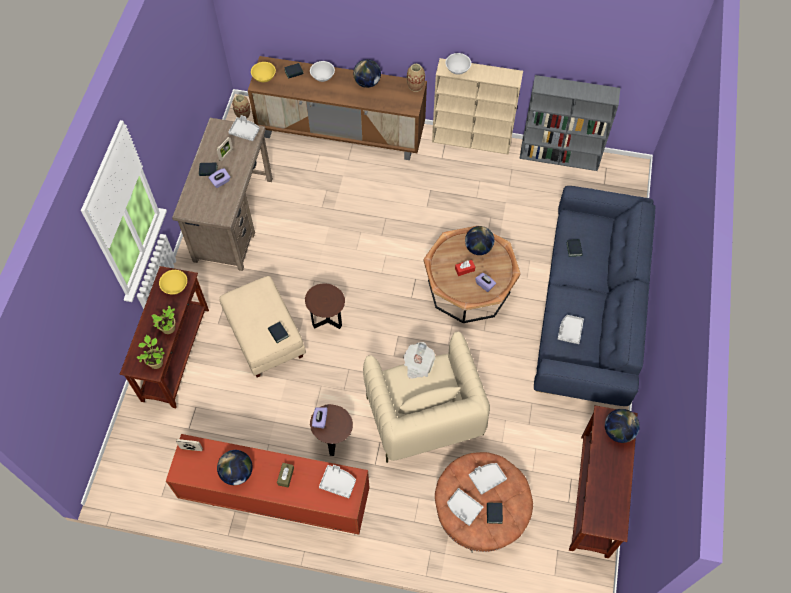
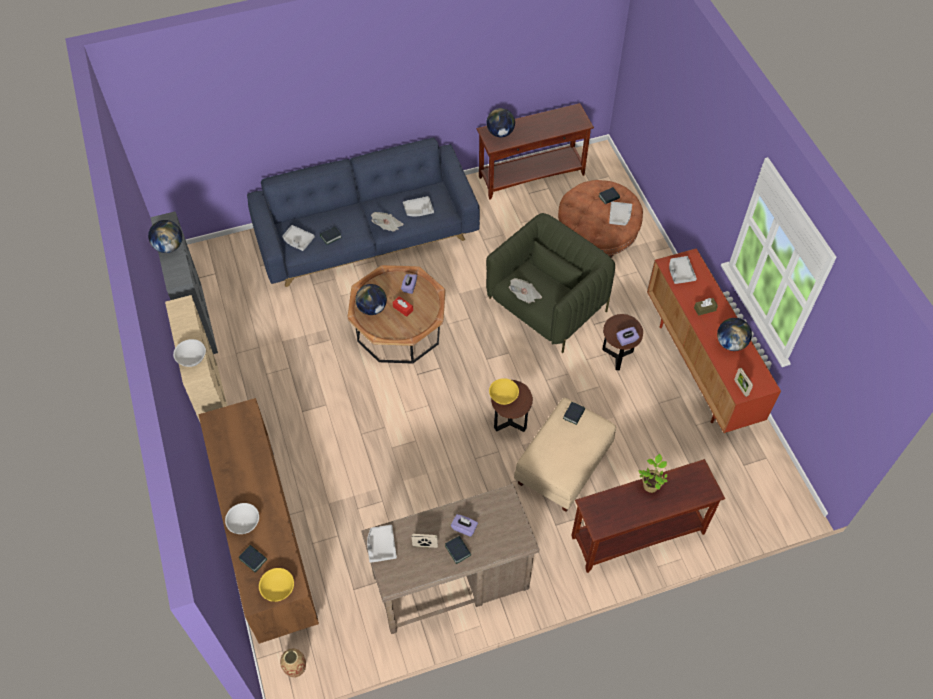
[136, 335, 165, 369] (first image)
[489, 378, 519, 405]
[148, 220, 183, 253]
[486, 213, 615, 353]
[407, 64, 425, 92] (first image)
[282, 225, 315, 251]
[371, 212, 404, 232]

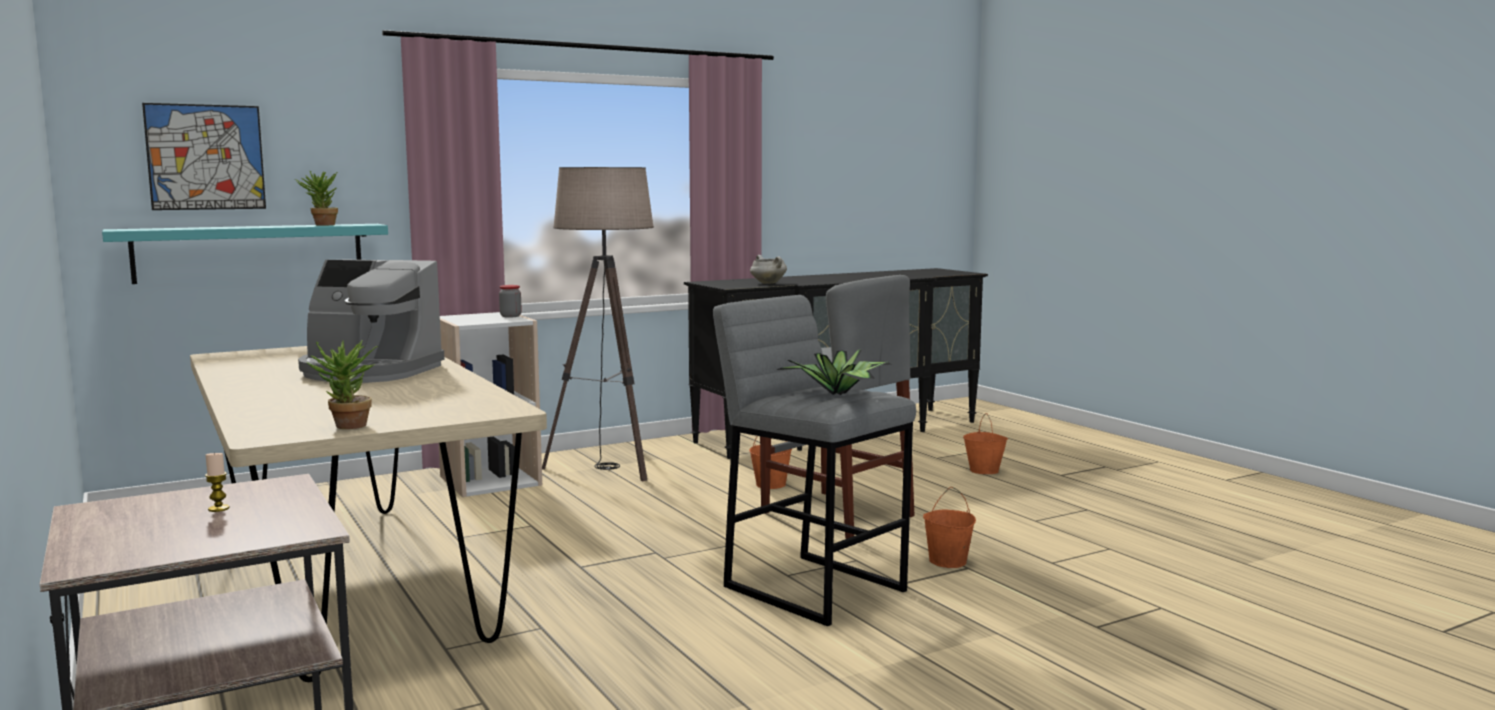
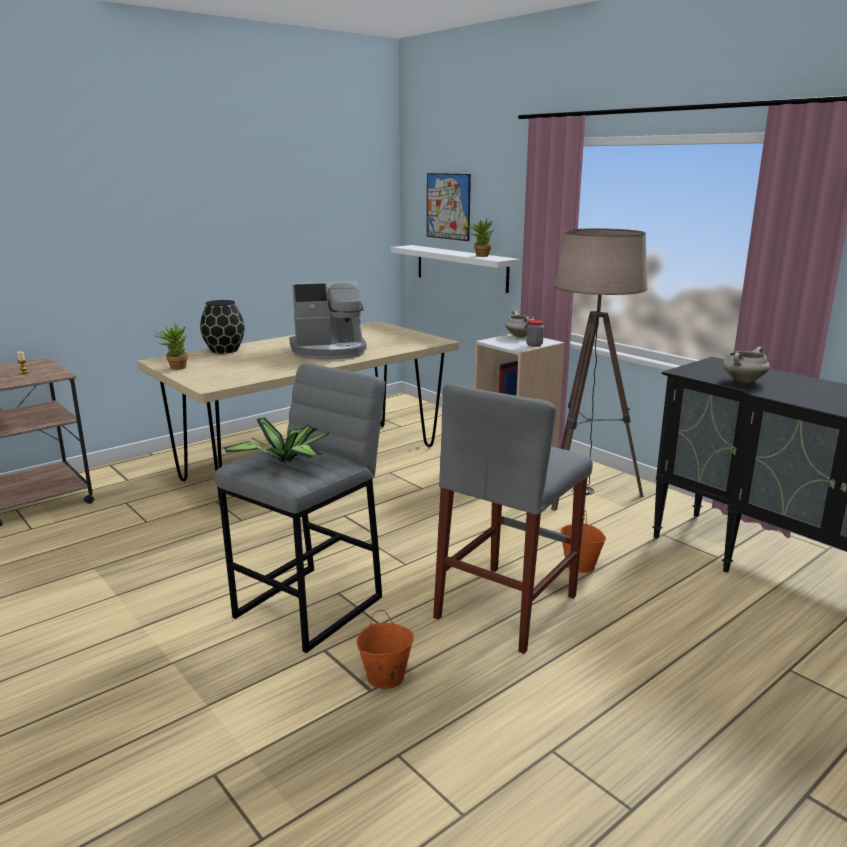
[391, 245, 519, 293]
[289, 281, 367, 359]
[963, 413, 1008, 474] (first image)
[200, 300, 245, 354]
[505, 311, 534, 338]

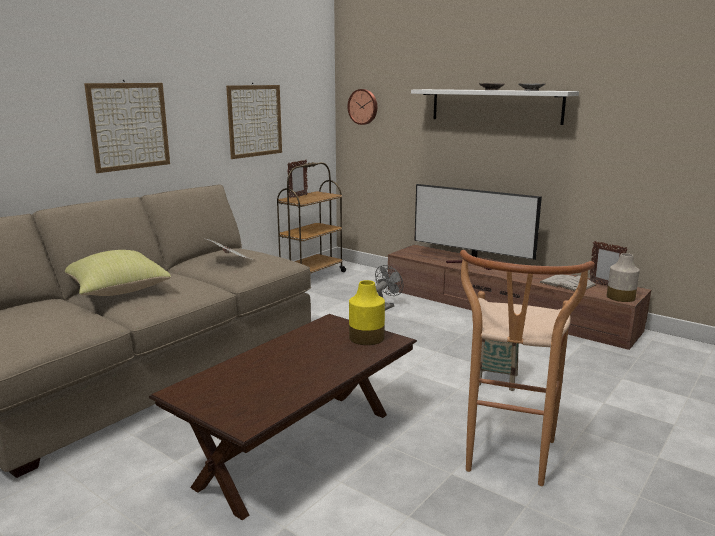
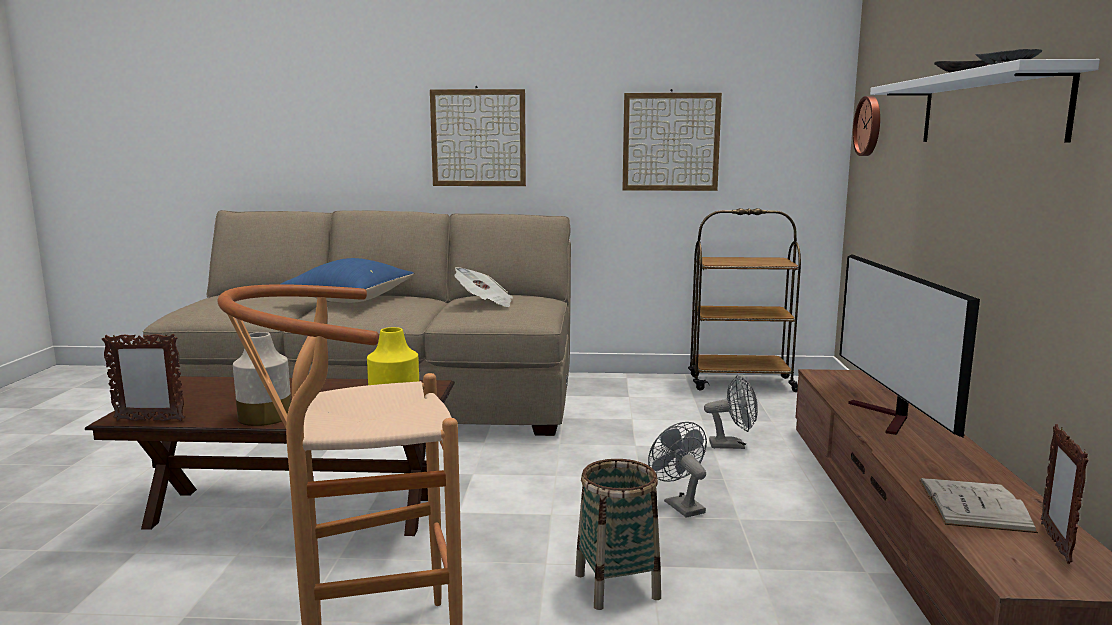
[281, 258, 414, 303]
[102, 333, 186, 421]
[233, 332, 291, 426]
[648, 422, 707, 518]

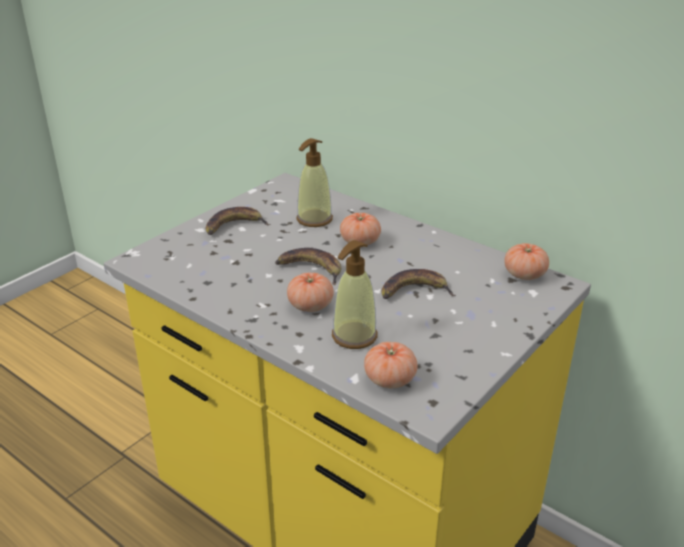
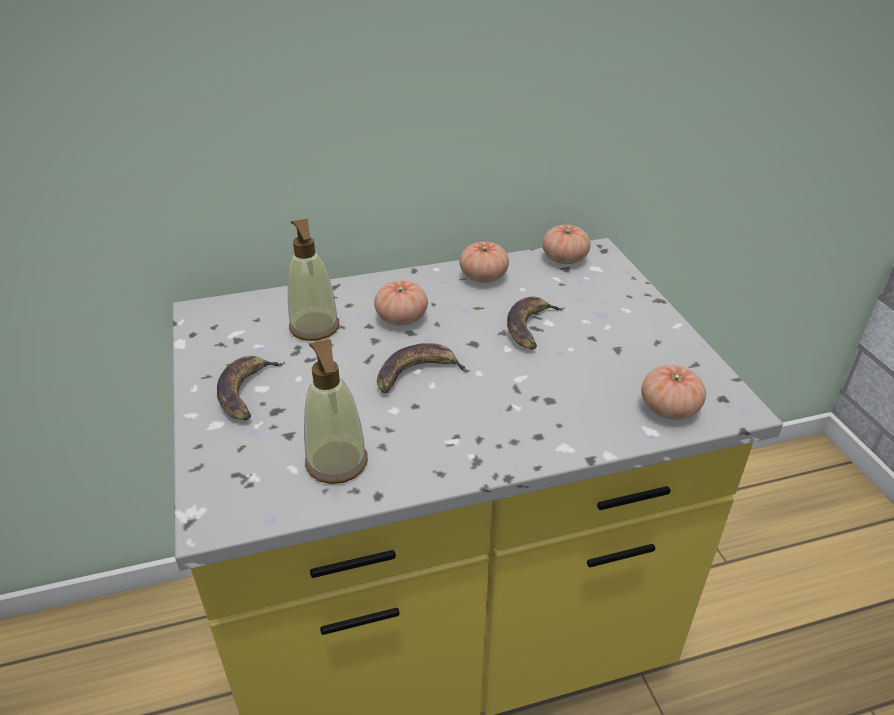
[459, 242, 509, 283]
[304, 339, 368, 484]

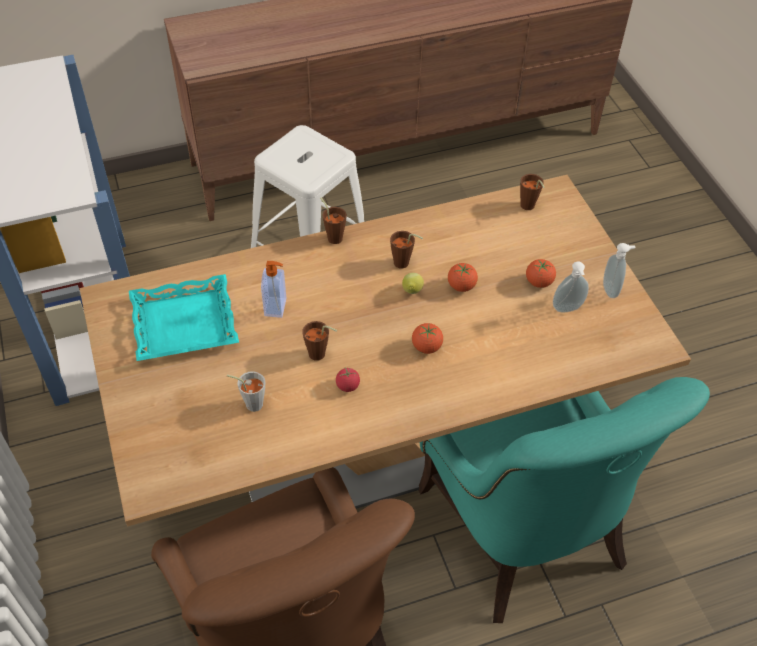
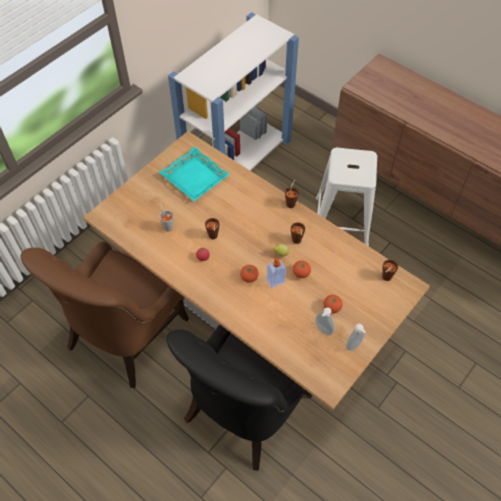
[266, 257, 286, 288]
[166, 324, 313, 471]

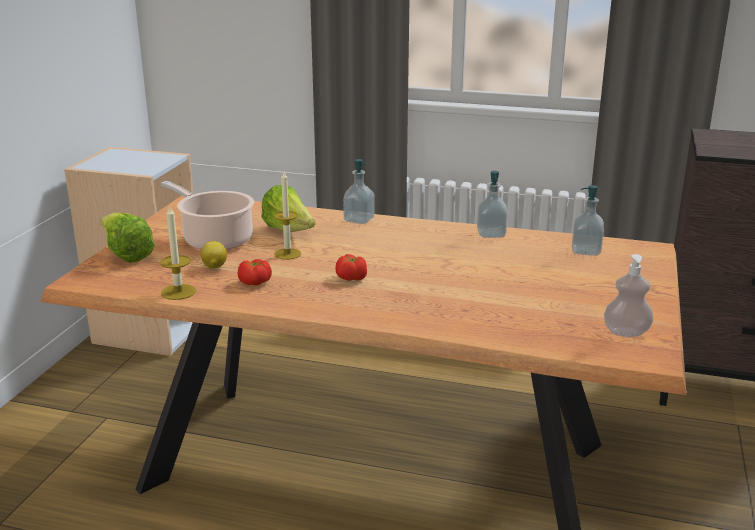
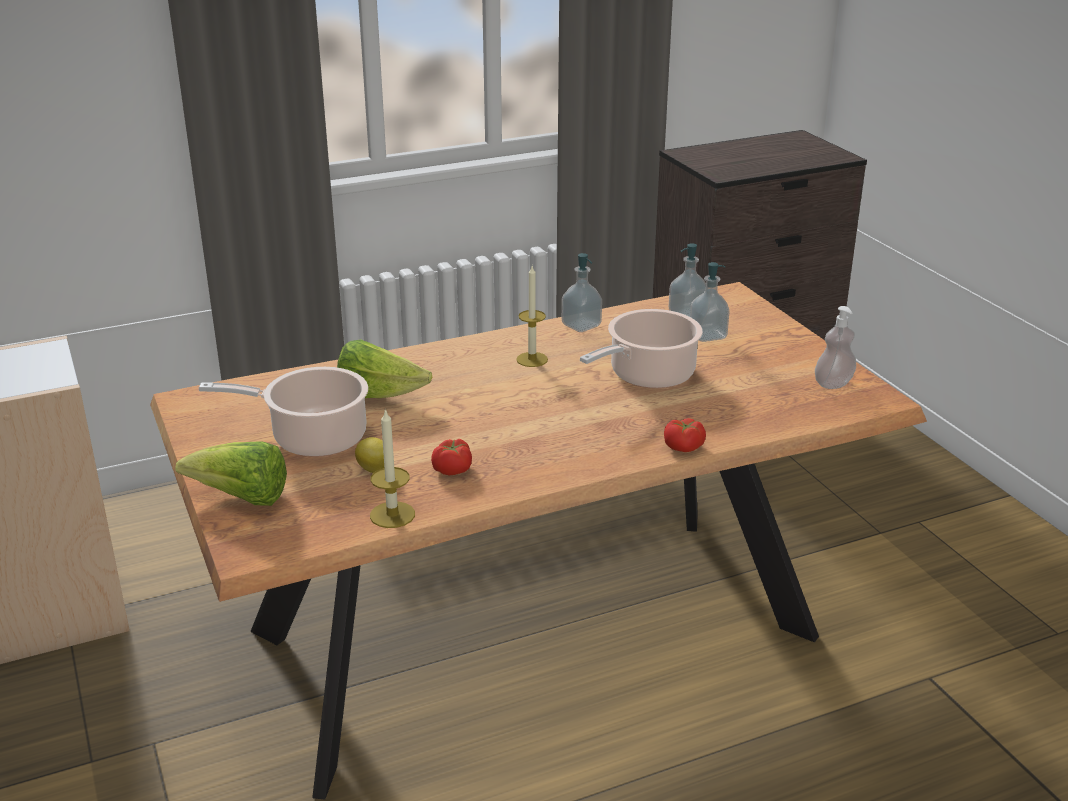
[516, 266, 548, 367]
[664, 418, 706, 452]
[690, 262, 729, 342]
[580, 309, 703, 389]

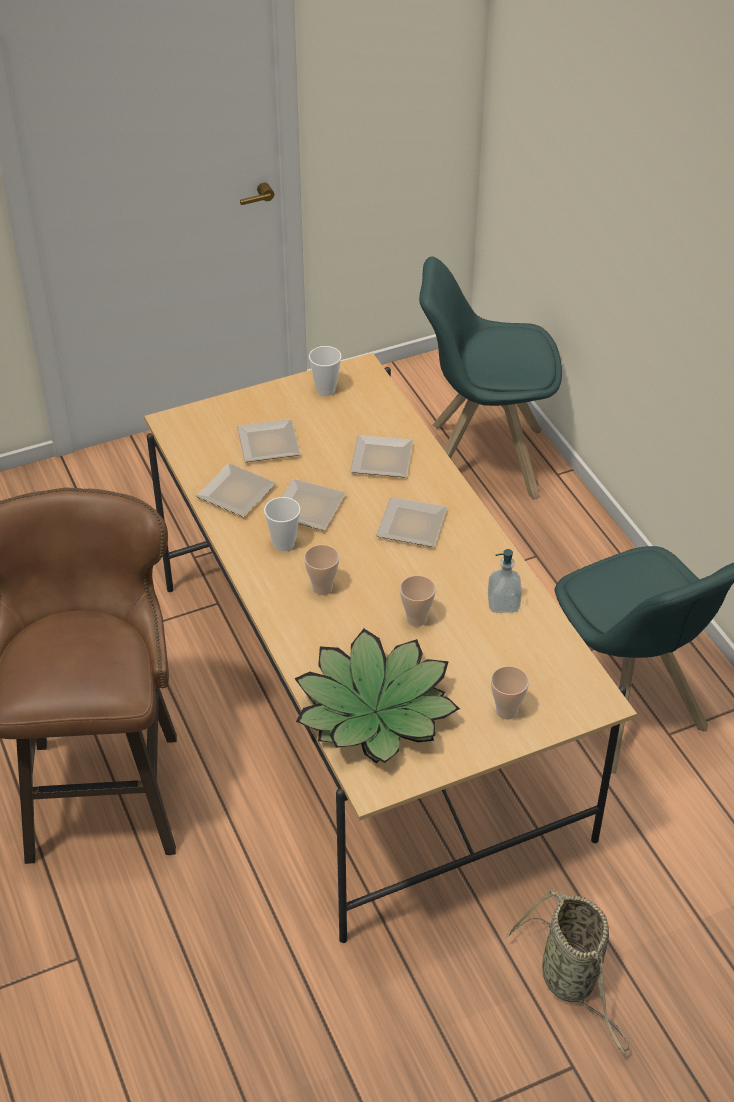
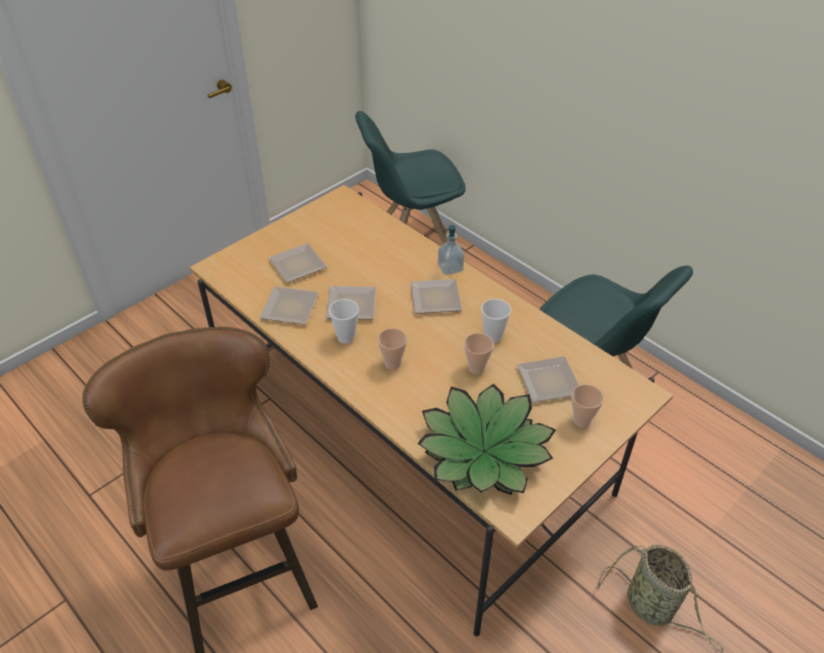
[481, 299, 511, 343]
[517, 356, 579, 402]
[438, 225, 464, 275]

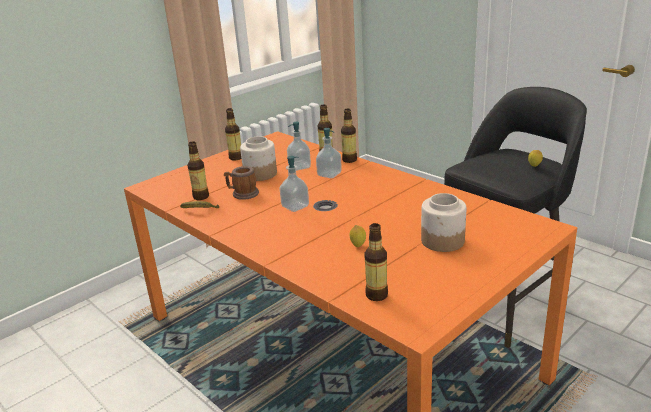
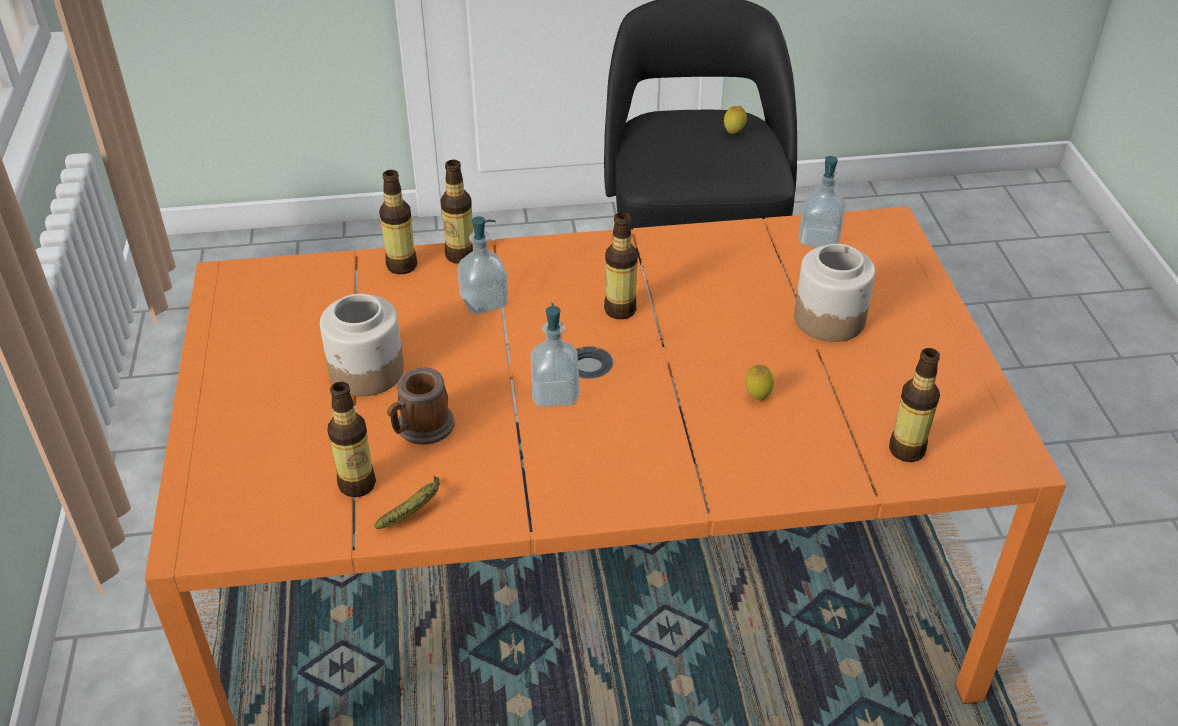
[604, 212, 638, 319]
[798, 156, 846, 248]

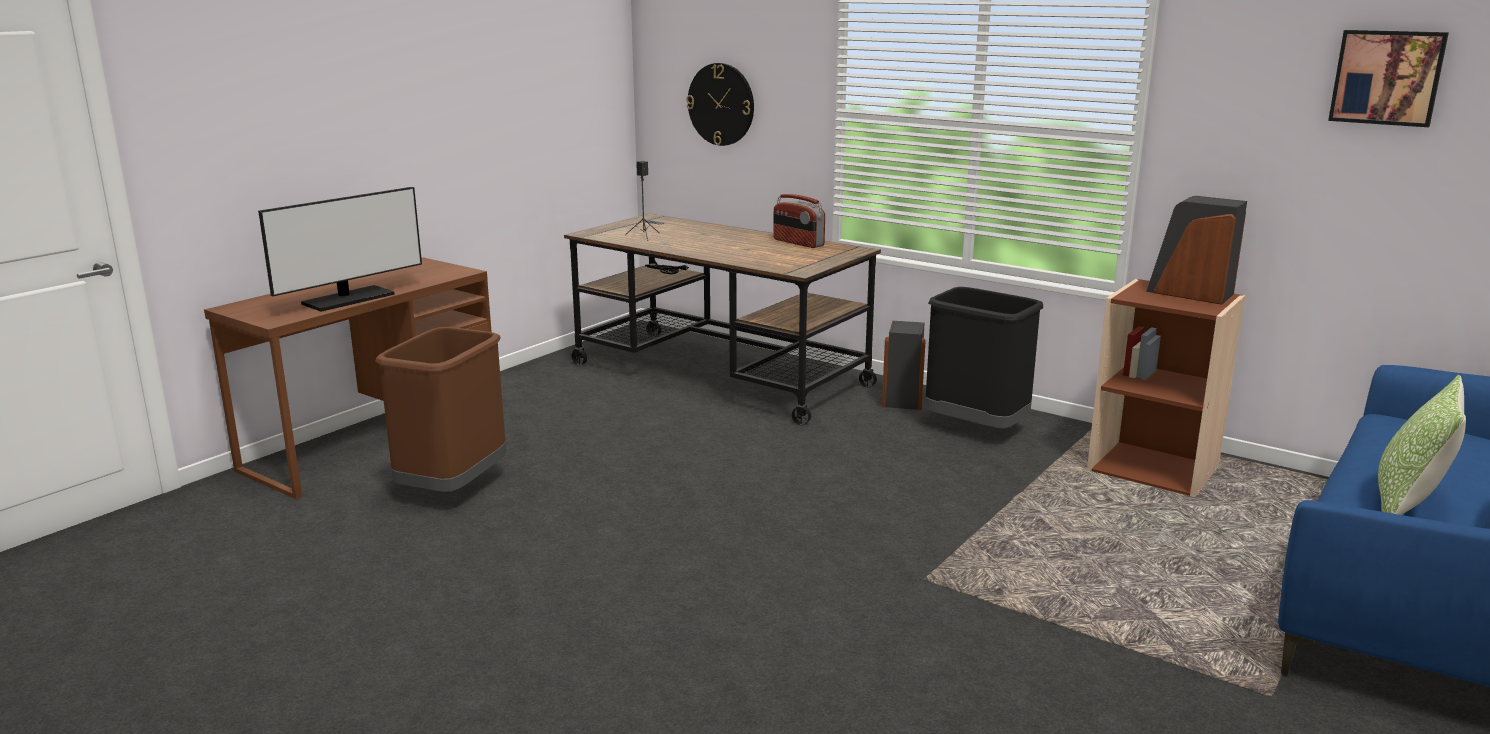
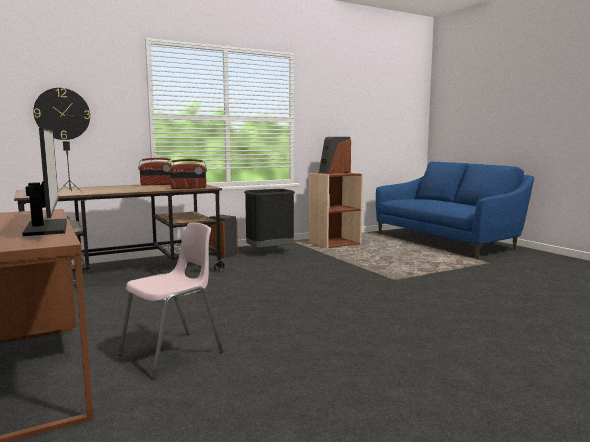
[119, 222, 223, 379]
[1328, 30, 1449, 127] (first image)
[1378, 375, 1466, 515] (first image)
[168, 159, 207, 189]

